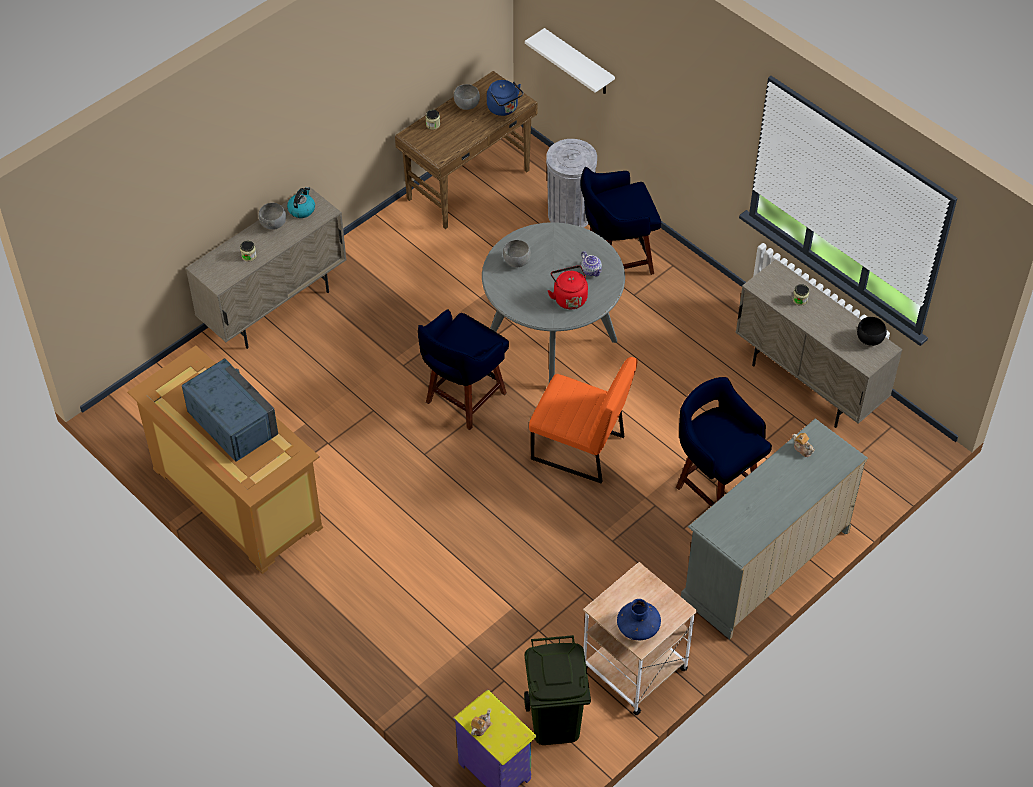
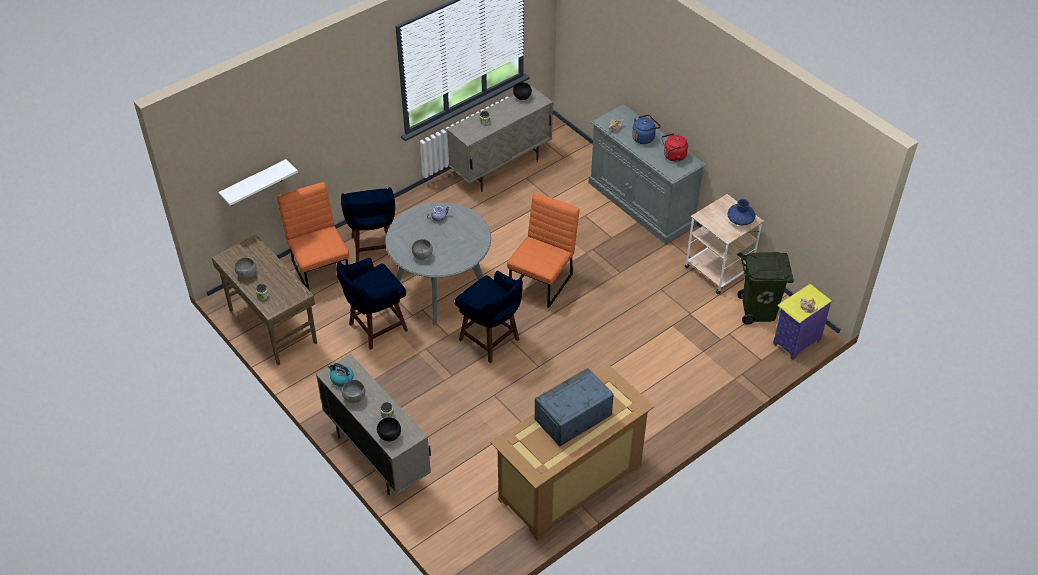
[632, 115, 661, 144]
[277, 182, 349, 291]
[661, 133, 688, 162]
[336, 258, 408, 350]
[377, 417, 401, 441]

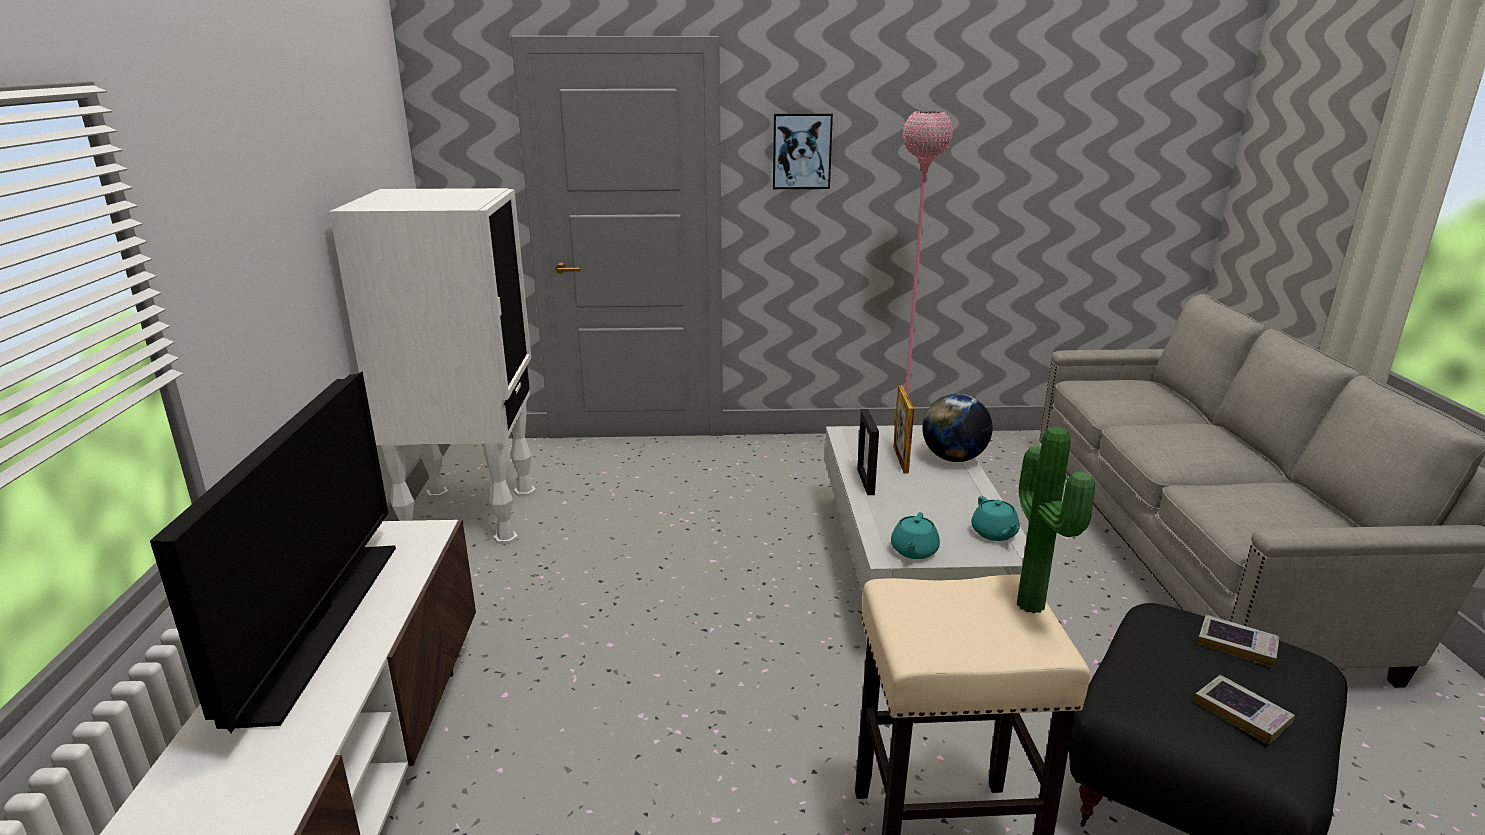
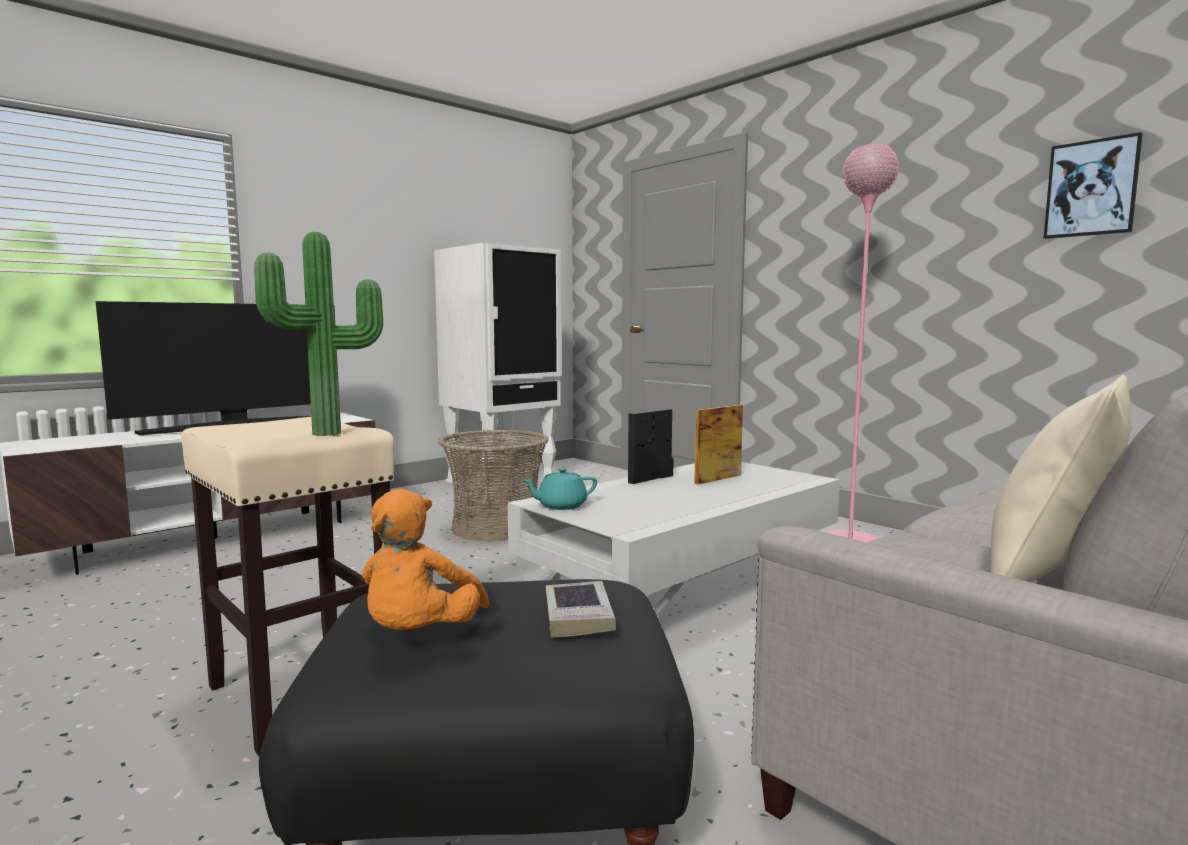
[1044, 132, 1143, 239]
[922, 394, 993, 462] (first image)
[971, 496, 1020, 541] (first image)
[362, 489, 489, 630]
[438, 429, 549, 542]
[990, 375, 1131, 582]

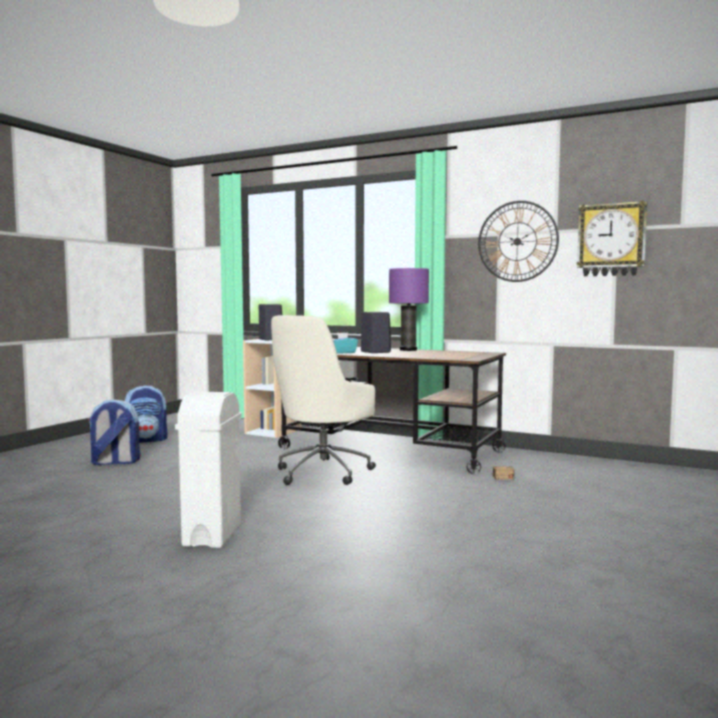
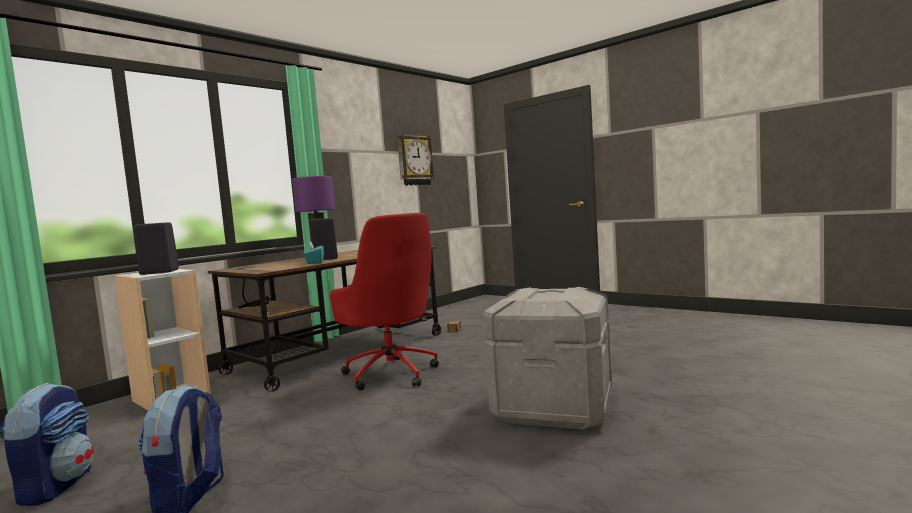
[483, 287, 612, 430]
[330, 213, 439, 391]
[478, 201, 559, 282] (first image)

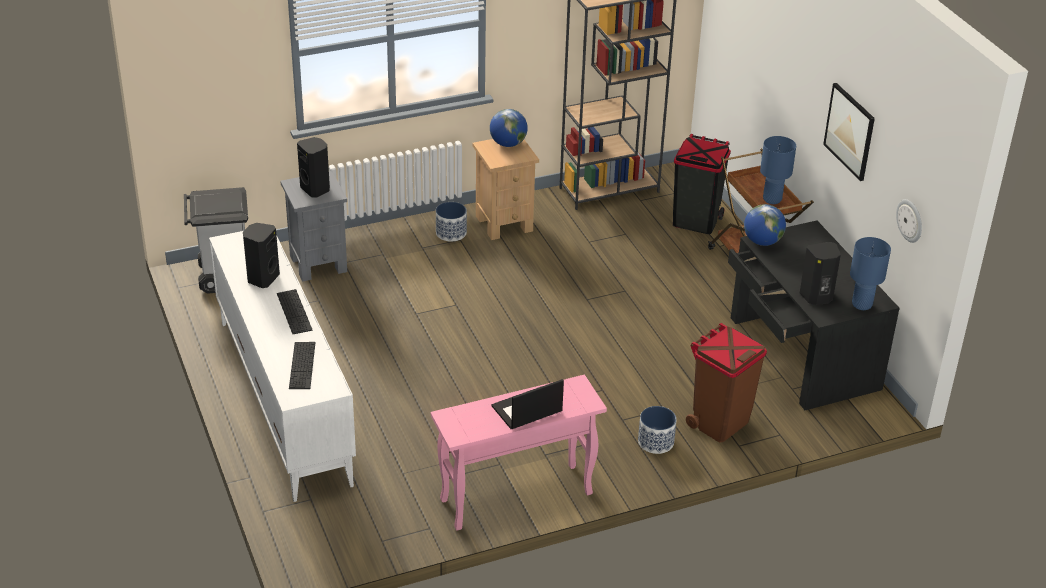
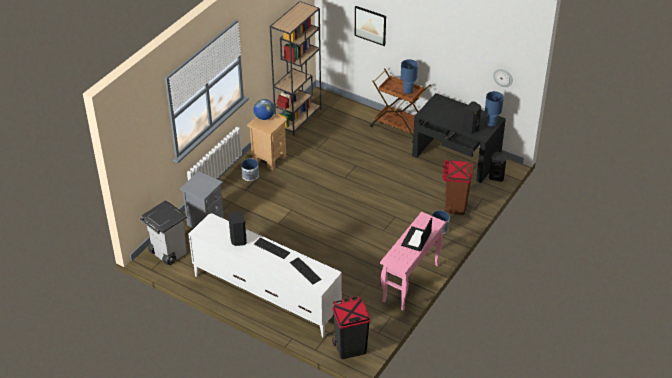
[489, 152, 507, 182]
[332, 296, 371, 359]
[744, 204, 786, 246] (first image)
[355, 6, 386, 46]

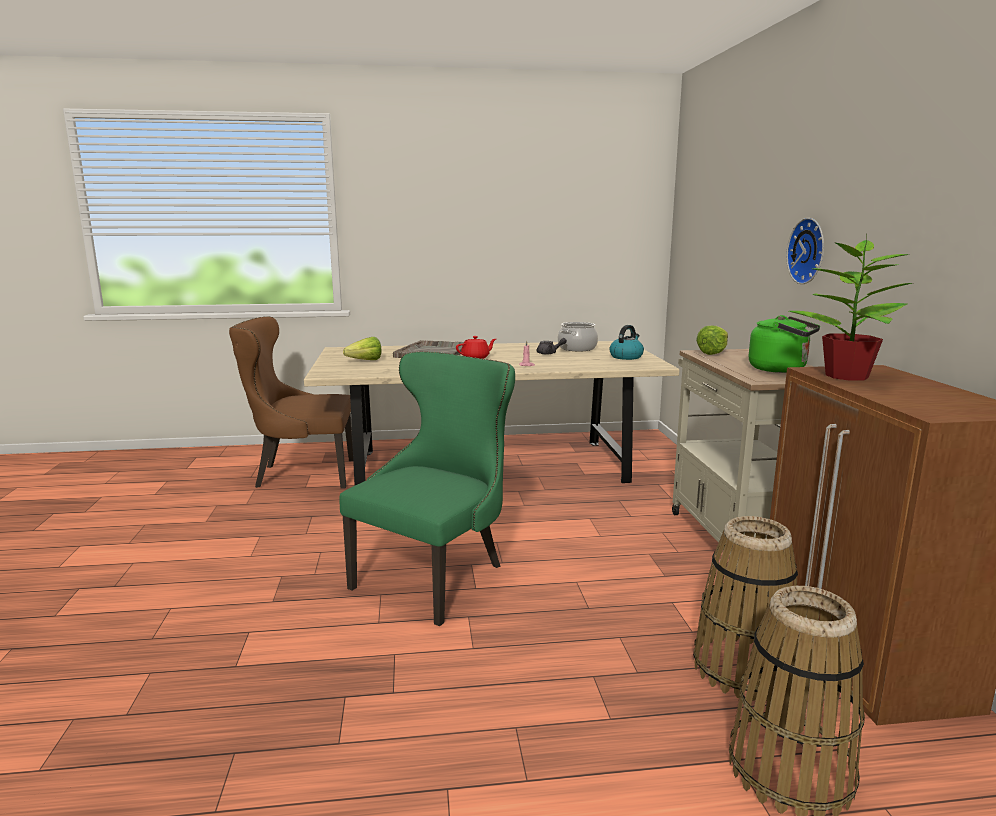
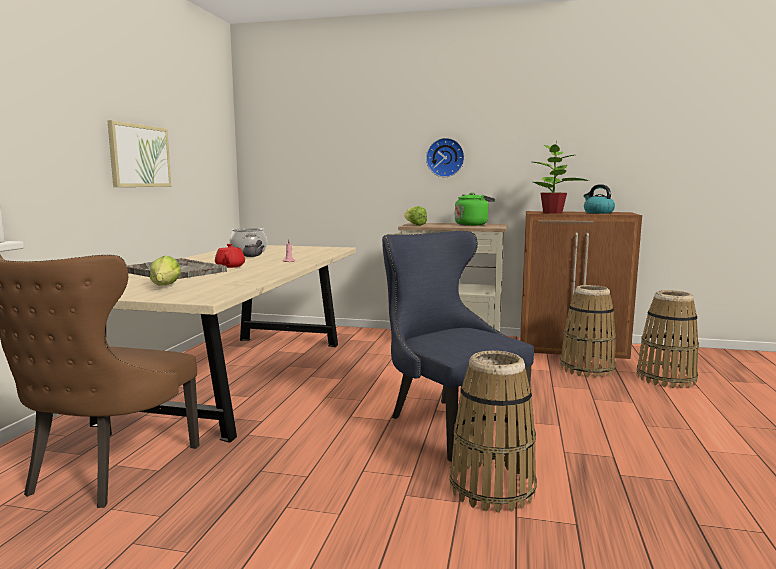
[382, 230, 534, 462]
[584, 184, 615, 214]
[108, 120, 171, 187]
[450, 351, 537, 512]

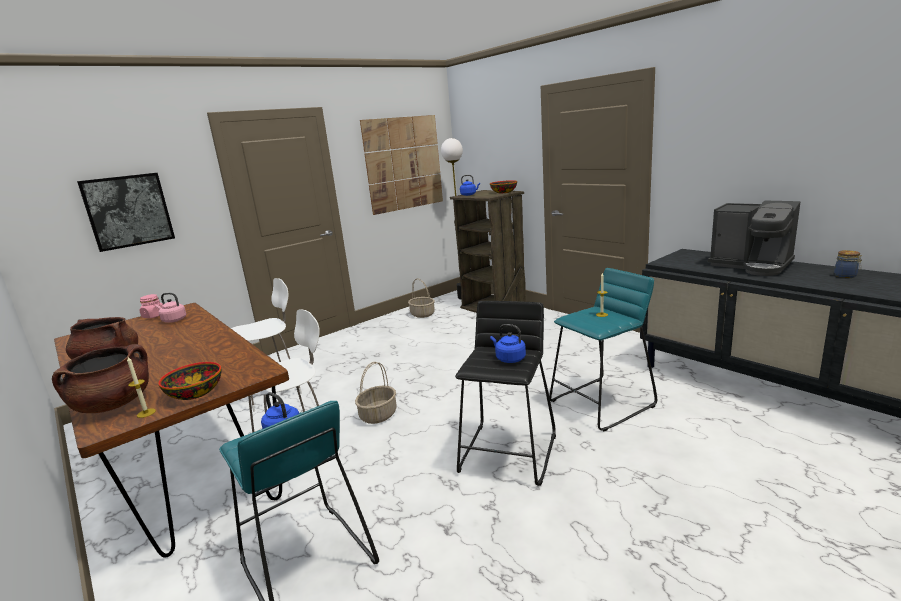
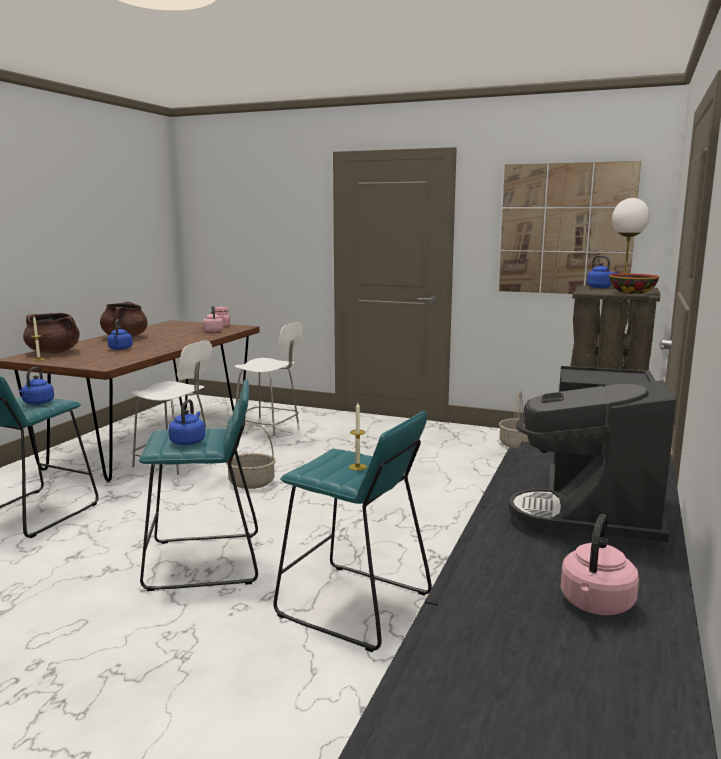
[77, 173, 175, 252] (first image)
[158, 362, 221, 400] (first image)
[139, 379, 258, 591]
[560, 514, 639, 615]
[107, 319, 133, 350]

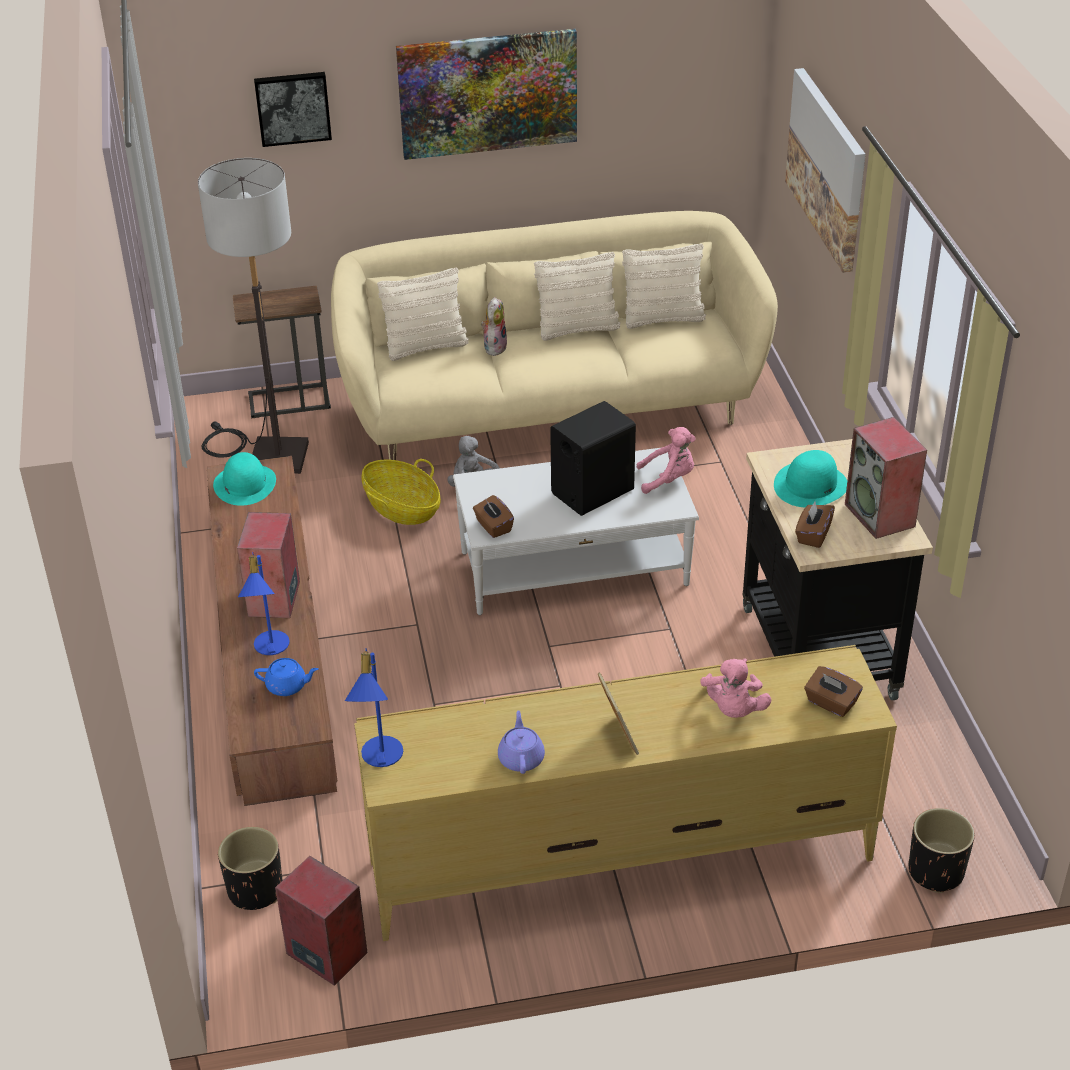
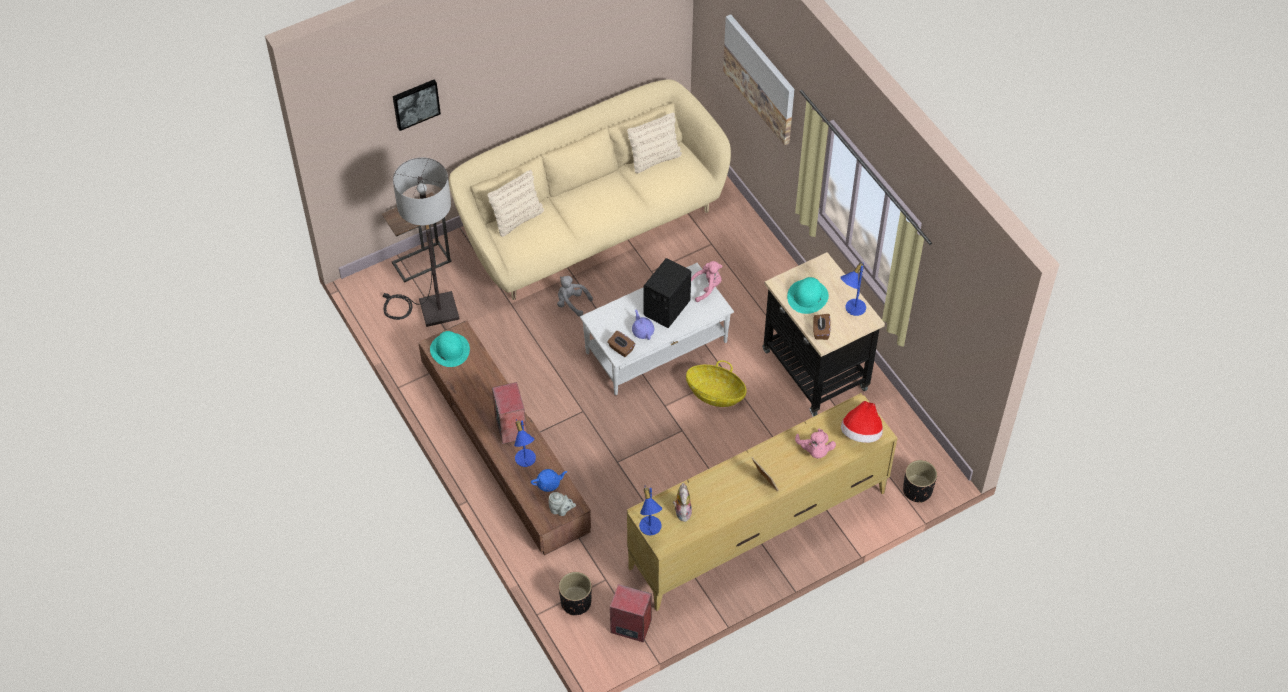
[686, 360, 746, 407]
[396, 29, 577, 160] (first image)
[673, 483, 692, 522]
[632, 310, 654, 340]
[534, 252, 621, 341] (first image)
[841, 401, 883, 443]
[840, 262, 866, 316]
[548, 492, 576, 516]

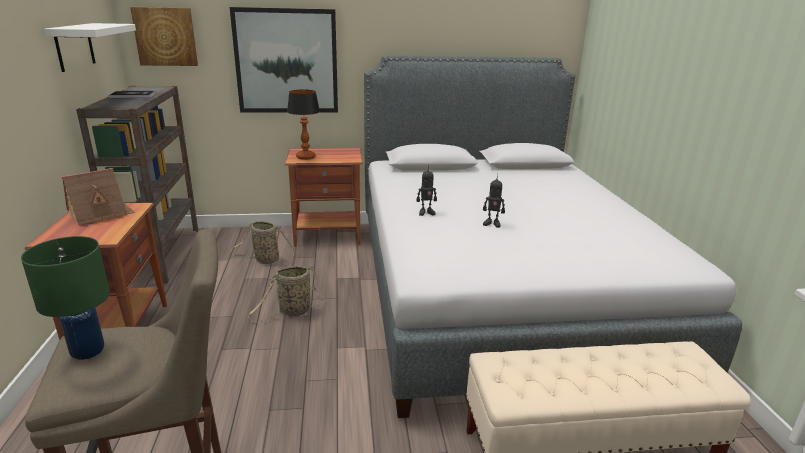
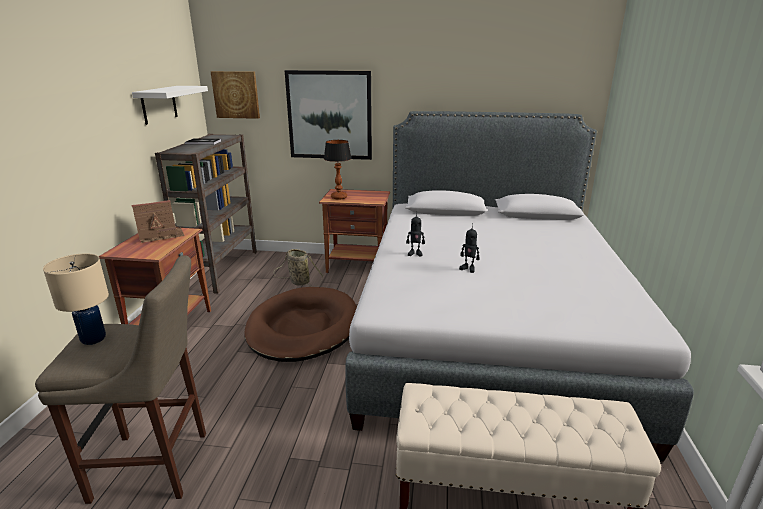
[43, 253, 109, 345]
[245, 287, 357, 362]

